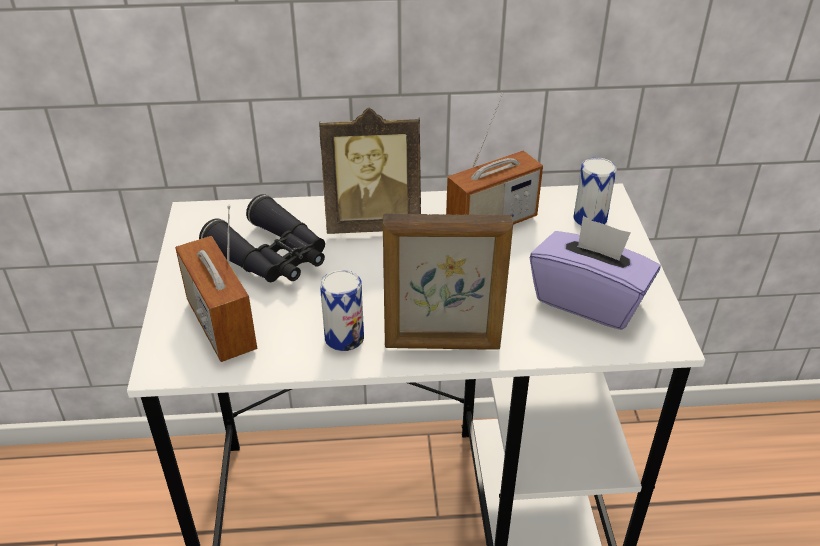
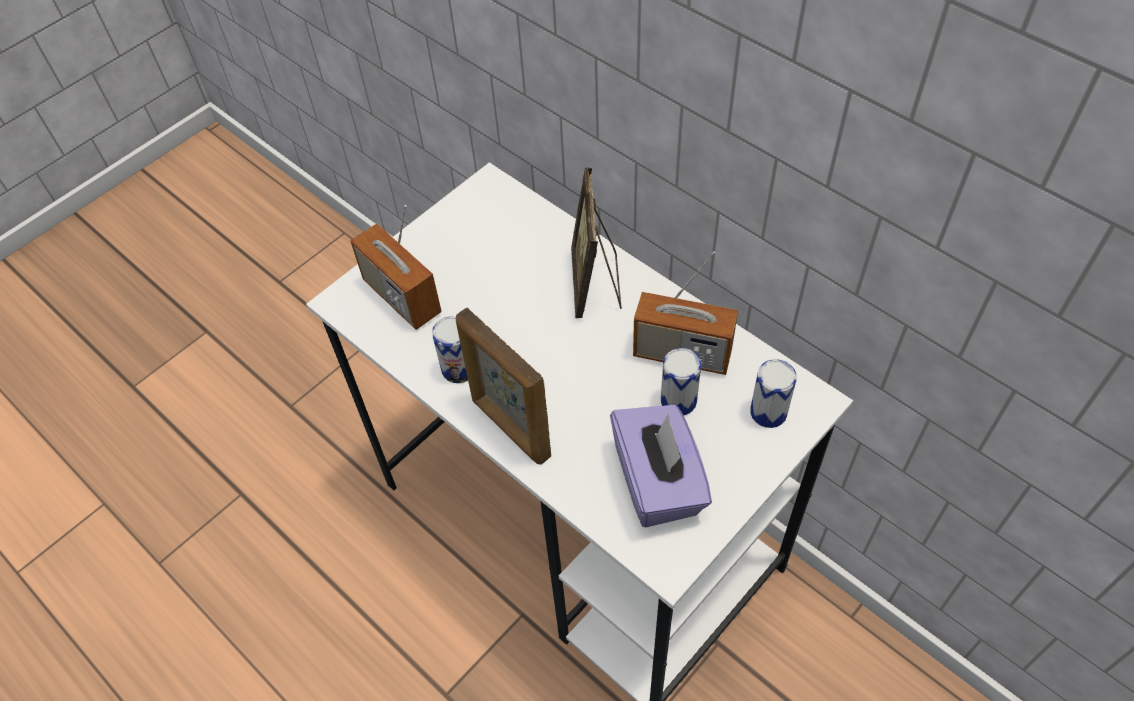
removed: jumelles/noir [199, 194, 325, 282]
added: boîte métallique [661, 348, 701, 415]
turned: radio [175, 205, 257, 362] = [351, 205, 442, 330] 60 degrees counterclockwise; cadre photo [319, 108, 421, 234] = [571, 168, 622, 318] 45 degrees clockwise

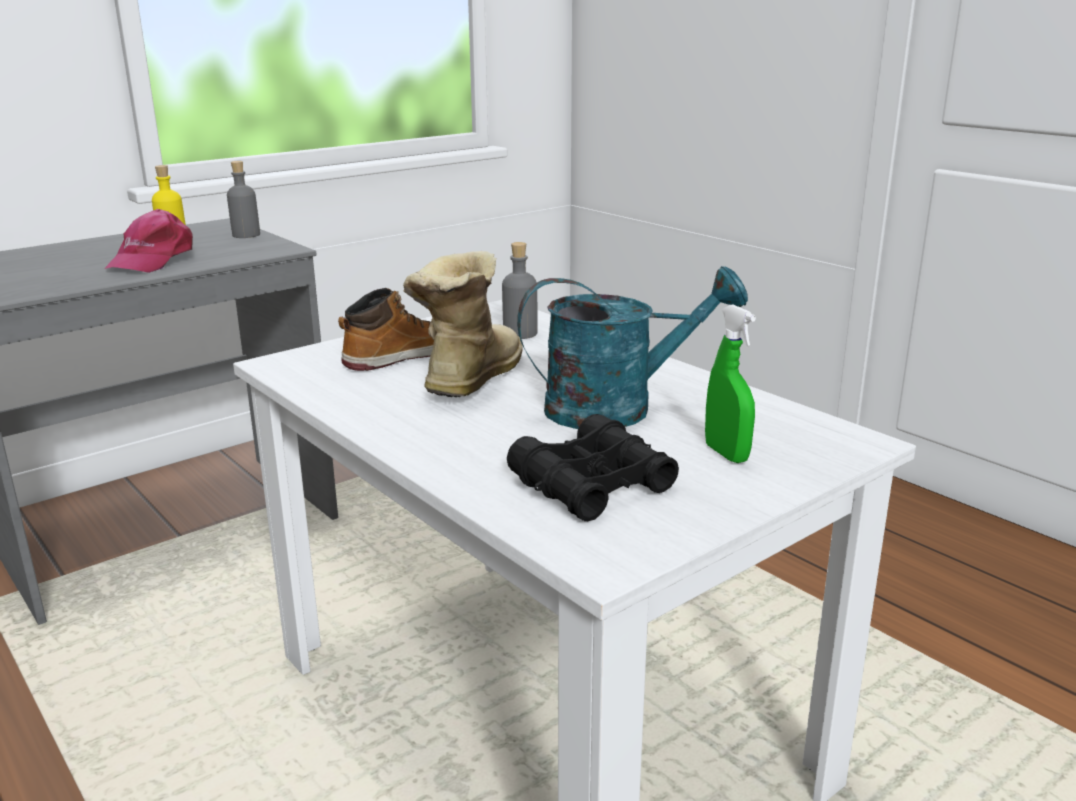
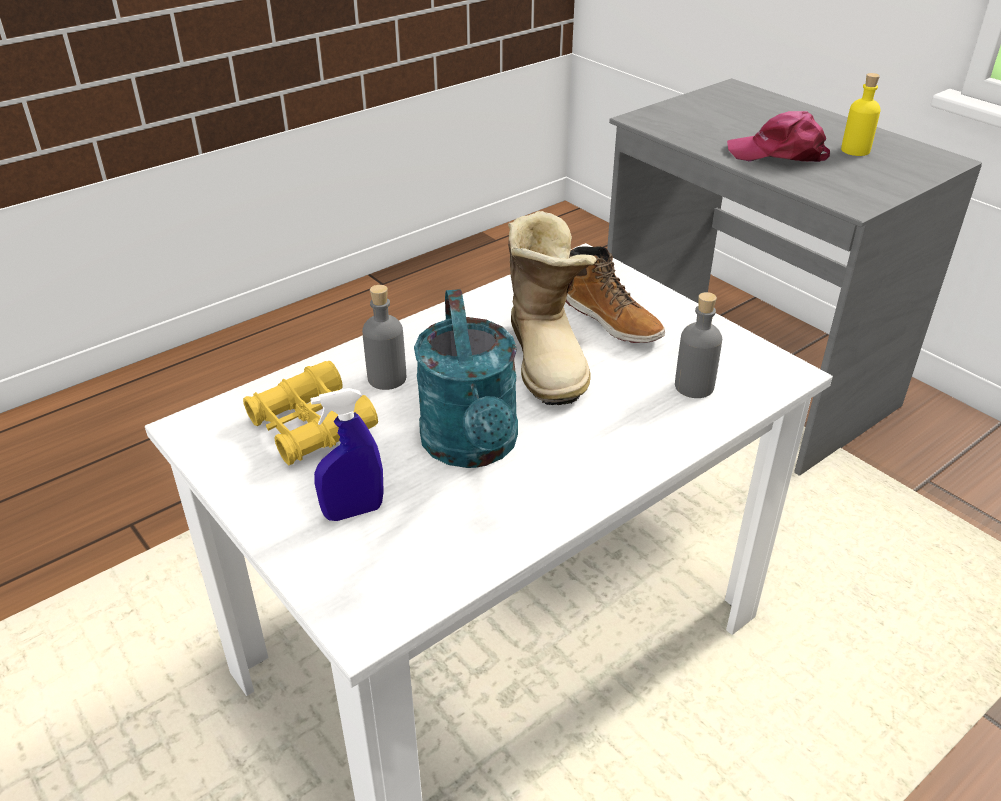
moved: bouteille/gris [227, 161, 260, 238] to [362, 285, 406, 390]
recoloured: jumelles/noir [507, 414, 679, 521] to jumelles/jaune [243, 361, 378, 465]; vaporisateur/vert [705, 304, 756, 463] to vaporisateur/bleu [310, 388, 384, 521]
turned: botte [403, 251, 523, 397] = [508, 211, 597, 405] 60 degrees clockwise

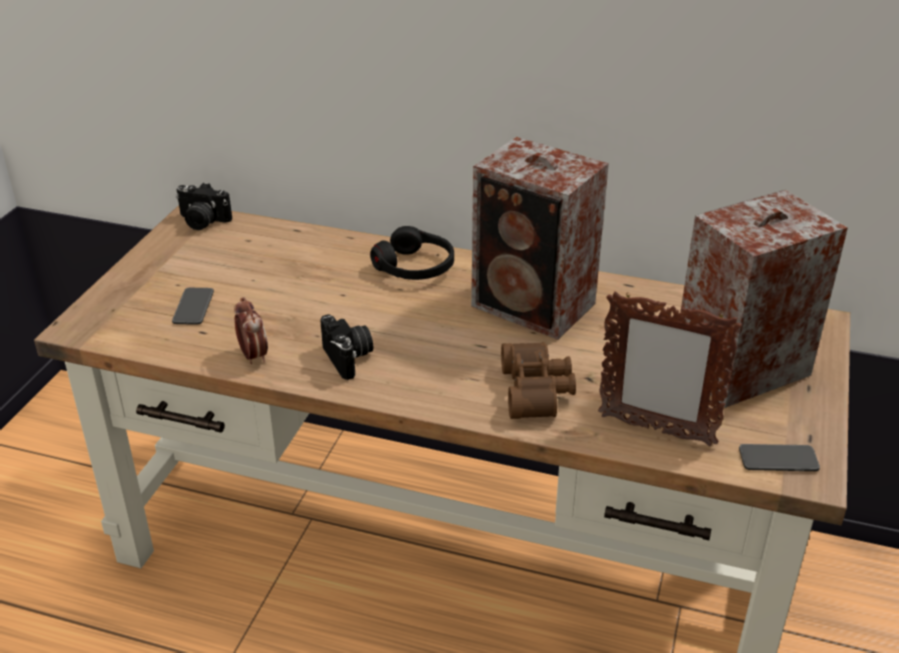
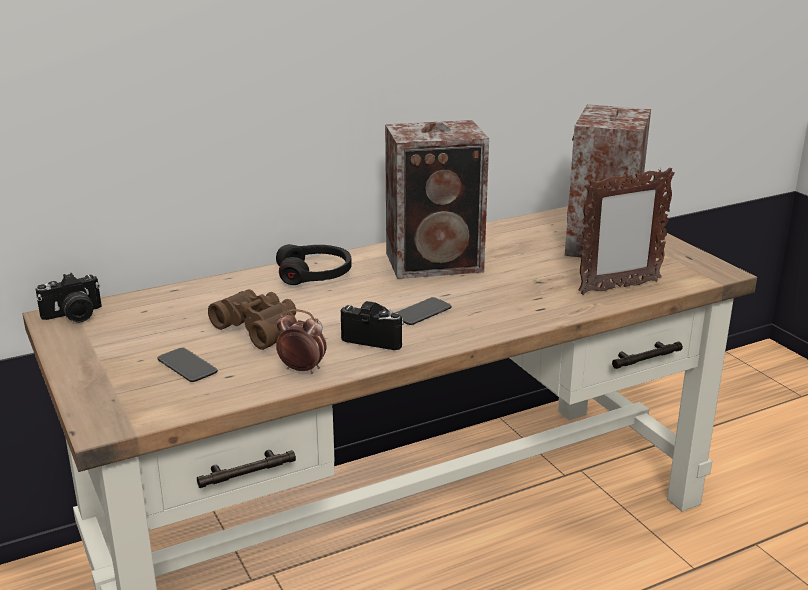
moved: jumelles/marron [501, 342, 576, 419] to [208, 289, 297, 350]; téléphone [739, 444, 820, 471] to [395, 297, 452, 325]

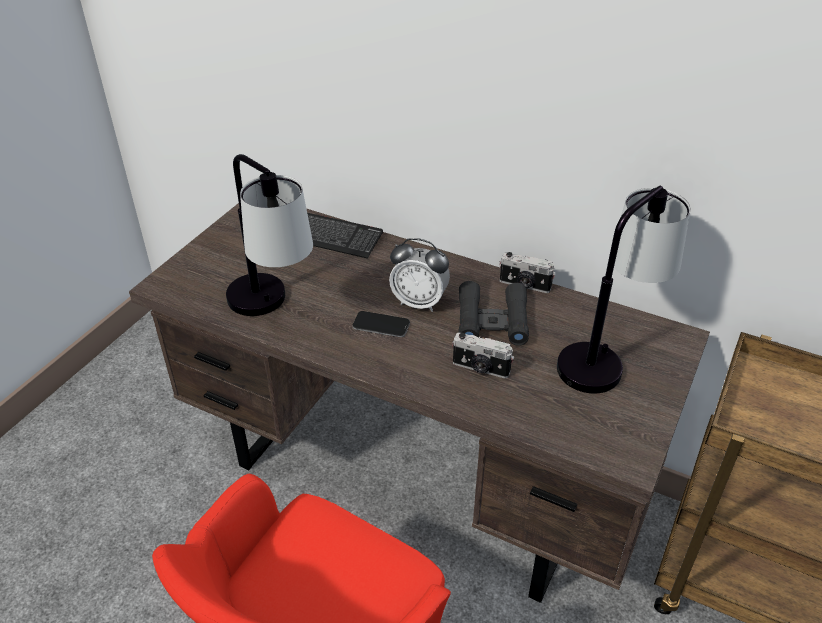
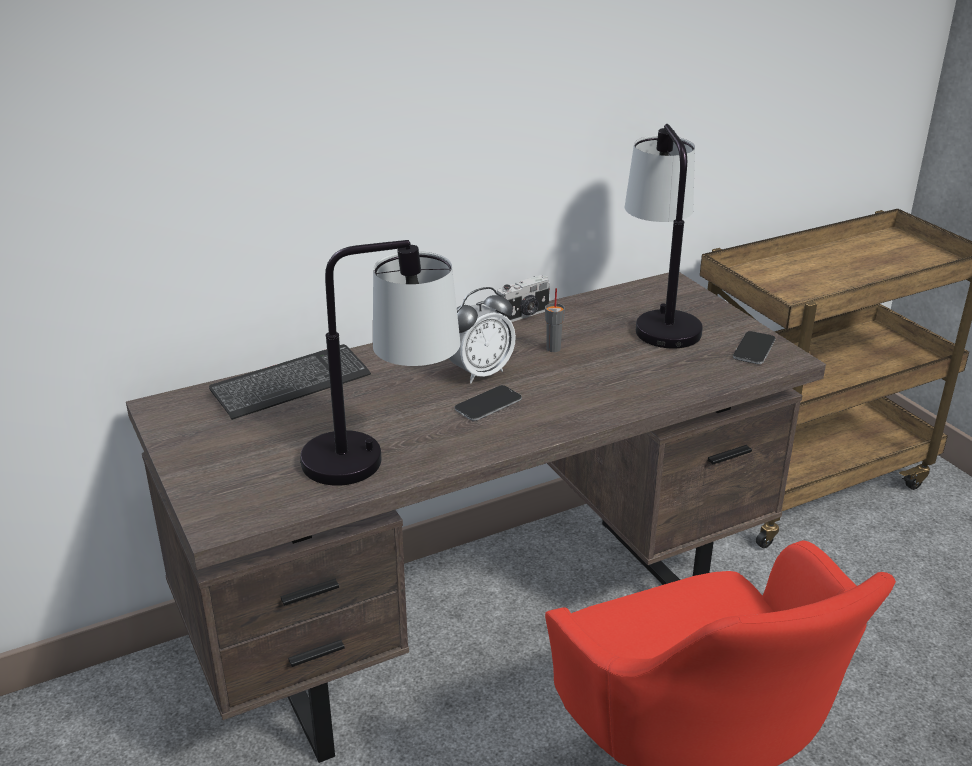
removed: appareil photo [452, 333, 514, 378]
added: téléphone [733, 331, 775, 364]
replaced: jumelles/noir [458, 281, 529, 346] to tasse/gris [545, 288, 565, 352]

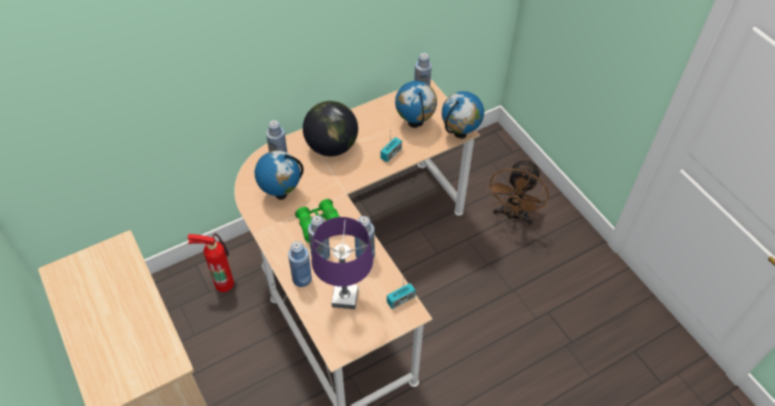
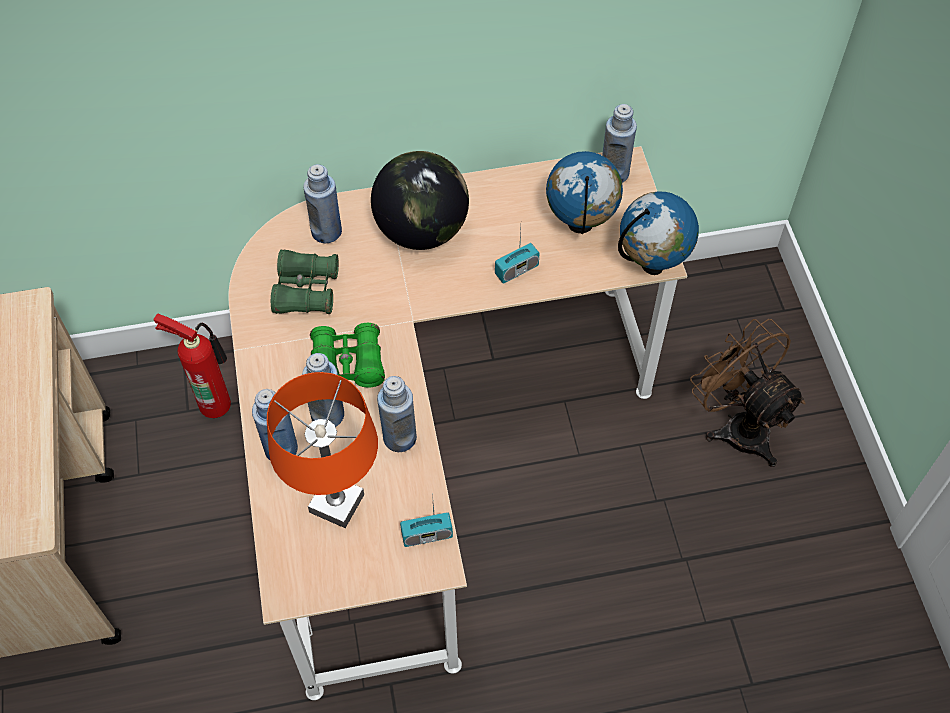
replaced: globe [255, 150, 304, 200] to jumelles/vert [271, 249, 339, 314]
recoloured: lampe de table/violet [311, 217, 373, 309] to lampe de table/orange [267, 372, 378, 528]
turned: ventilateur/marron [486, 159, 549, 225] = [690, 319, 806, 467] 105 degrees clockwise

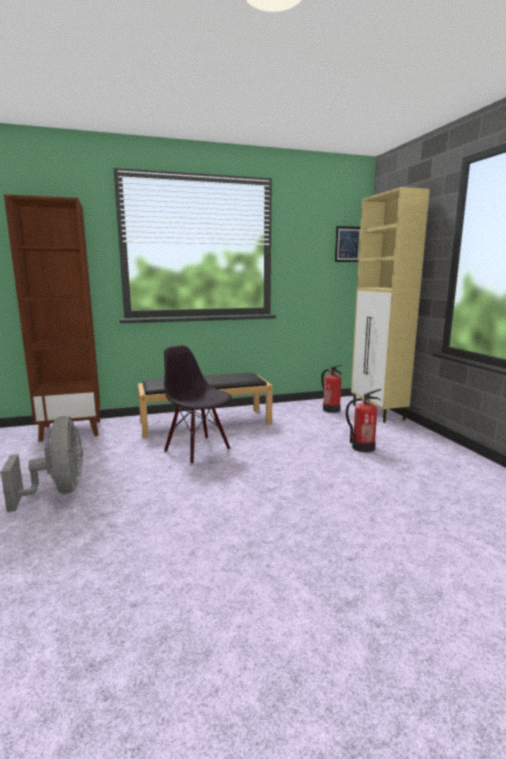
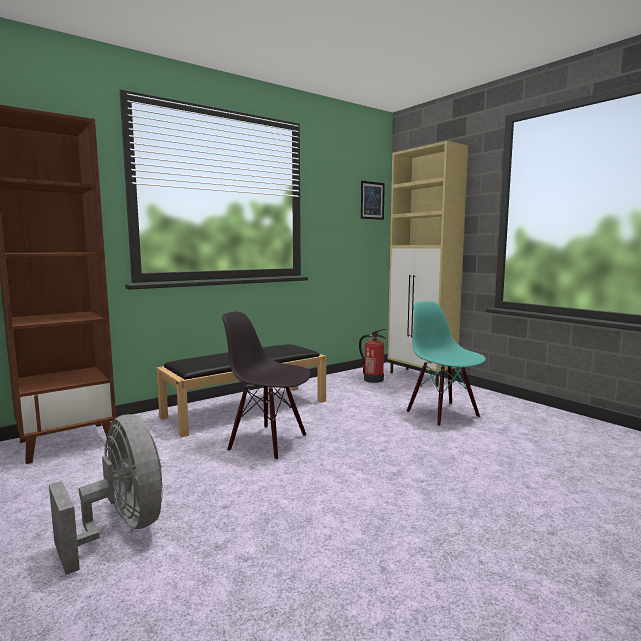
replaced: extincteur [346, 389, 382, 452] to chaise/turquoise [407, 301, 486, 427]

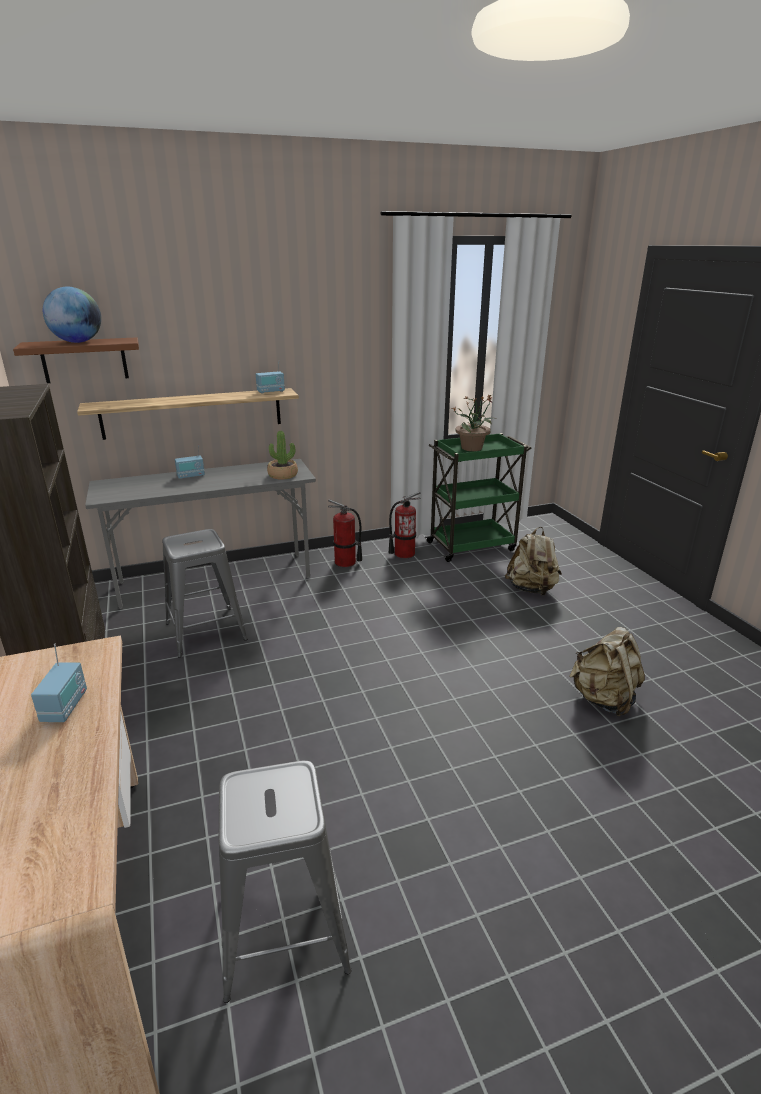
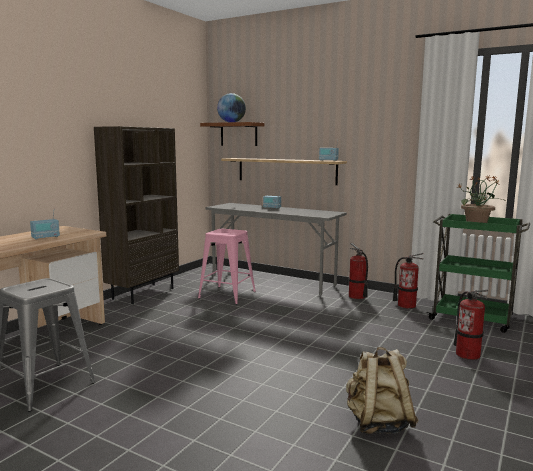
removed: plante en pot [267, 431, 298, 480]
replaced: sac à dos/beige [505, 527, 562, 596] to extincteur [454, 290, 488, 360]
recoloured: tabouret/gris [162, 529, 248, 658] to tabouret/rose [198, 229, 256, 304]

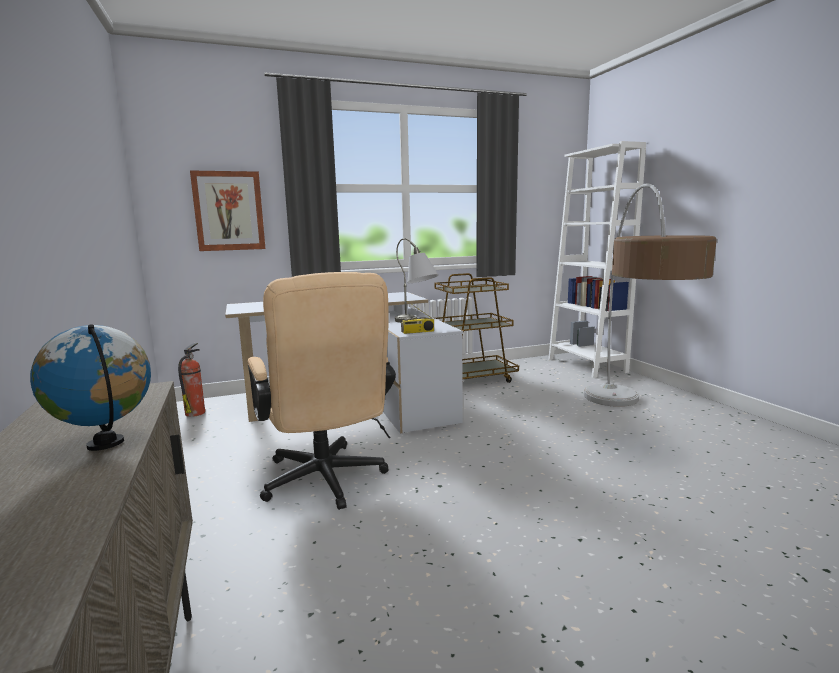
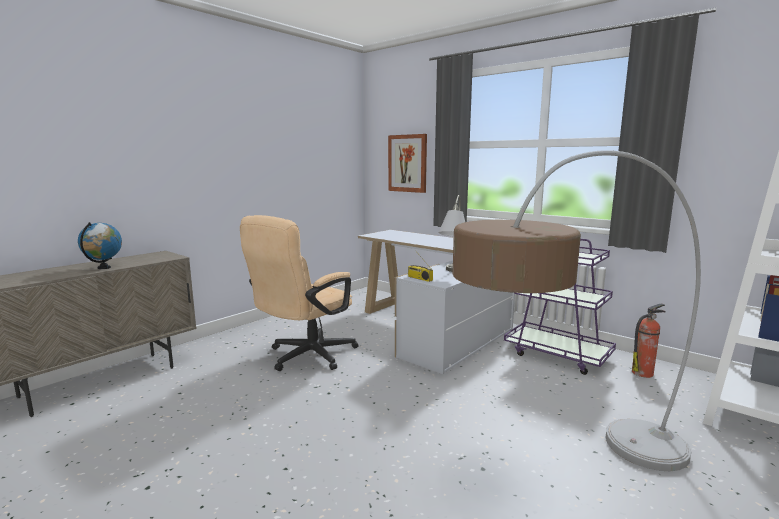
moved: extincteur [178, 343, 205, 417] to [632, 303, 666, 378]
recoloured: chariot/marron [434, 273, 519, 383] to chariot/violet [504, 239, 616, 375]

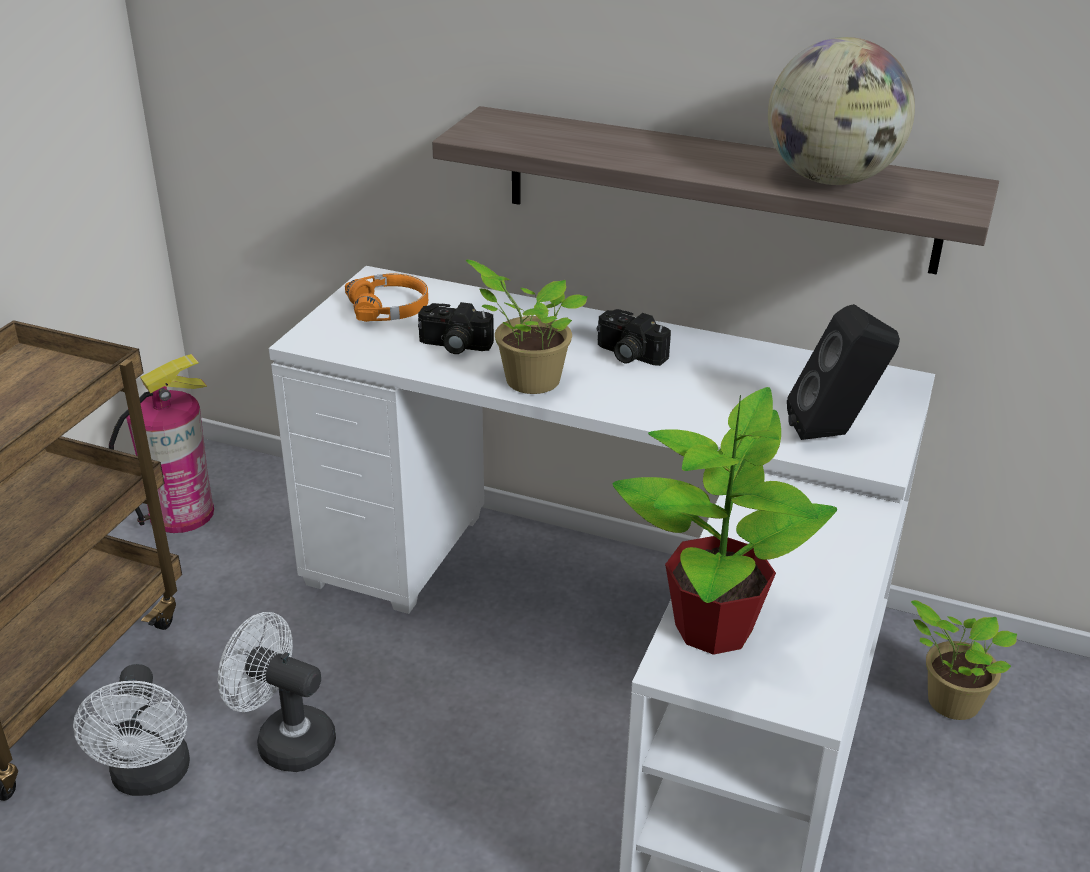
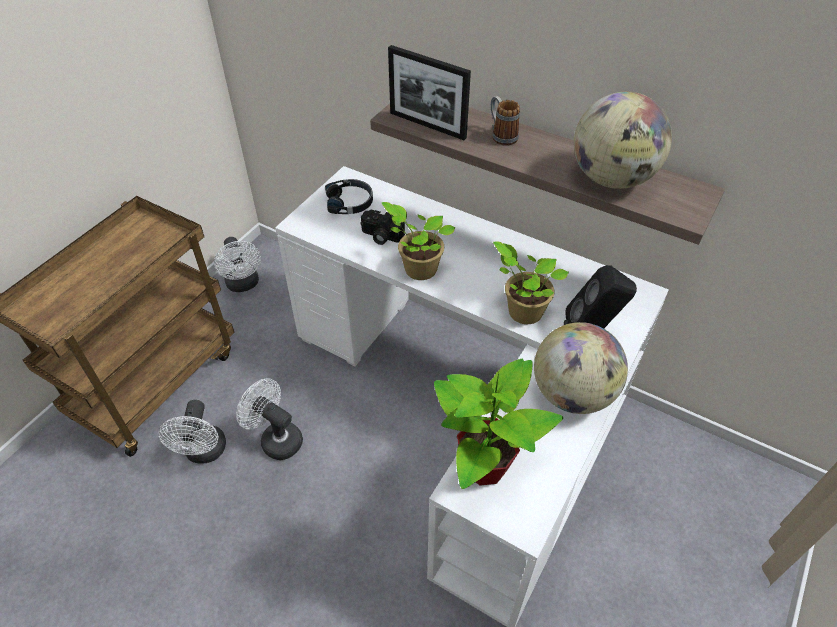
removed: appareil photo [597, 309, 671, 366]
added: cadre photo [388, 45, 471, 140]; mug [491, 96, 520, 146]; globe [534, 322, 628, 414]
moved: plante en pot [911, 600, 1017, 720] to [493, 241, 569, 324]
replaced: extincteur [109, 354, 214, 533] to ventilateur/blanc [214, 237, 261, 292]
recoloured: casque audio/orange [345, 274, 428, 322] to casque audio/noir [325, 179, 373, 214]

